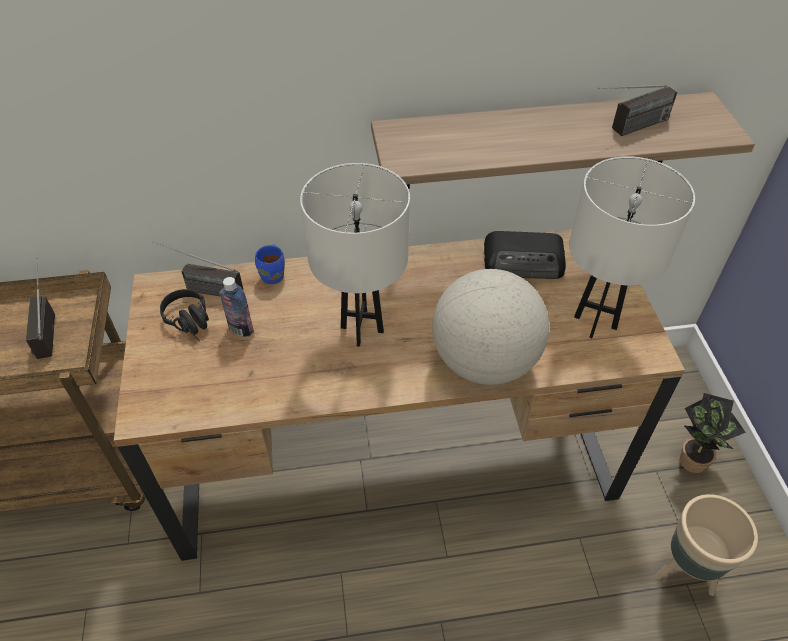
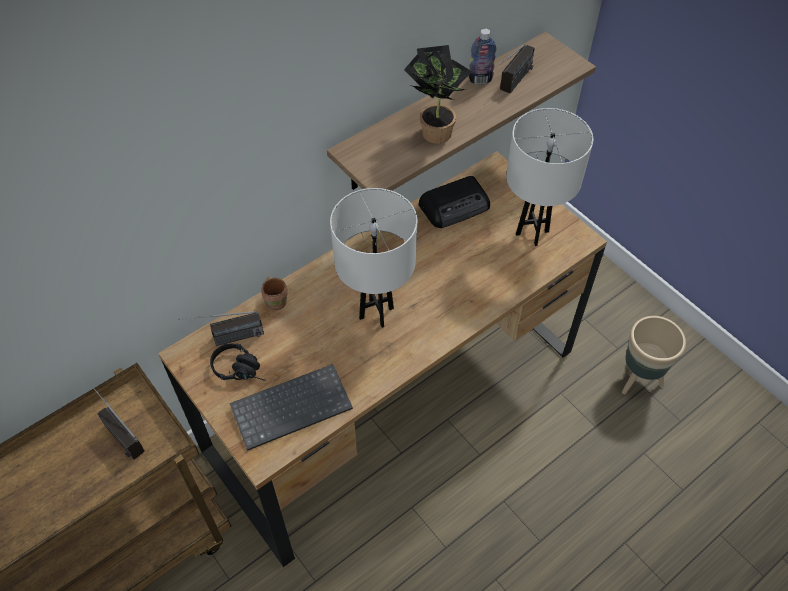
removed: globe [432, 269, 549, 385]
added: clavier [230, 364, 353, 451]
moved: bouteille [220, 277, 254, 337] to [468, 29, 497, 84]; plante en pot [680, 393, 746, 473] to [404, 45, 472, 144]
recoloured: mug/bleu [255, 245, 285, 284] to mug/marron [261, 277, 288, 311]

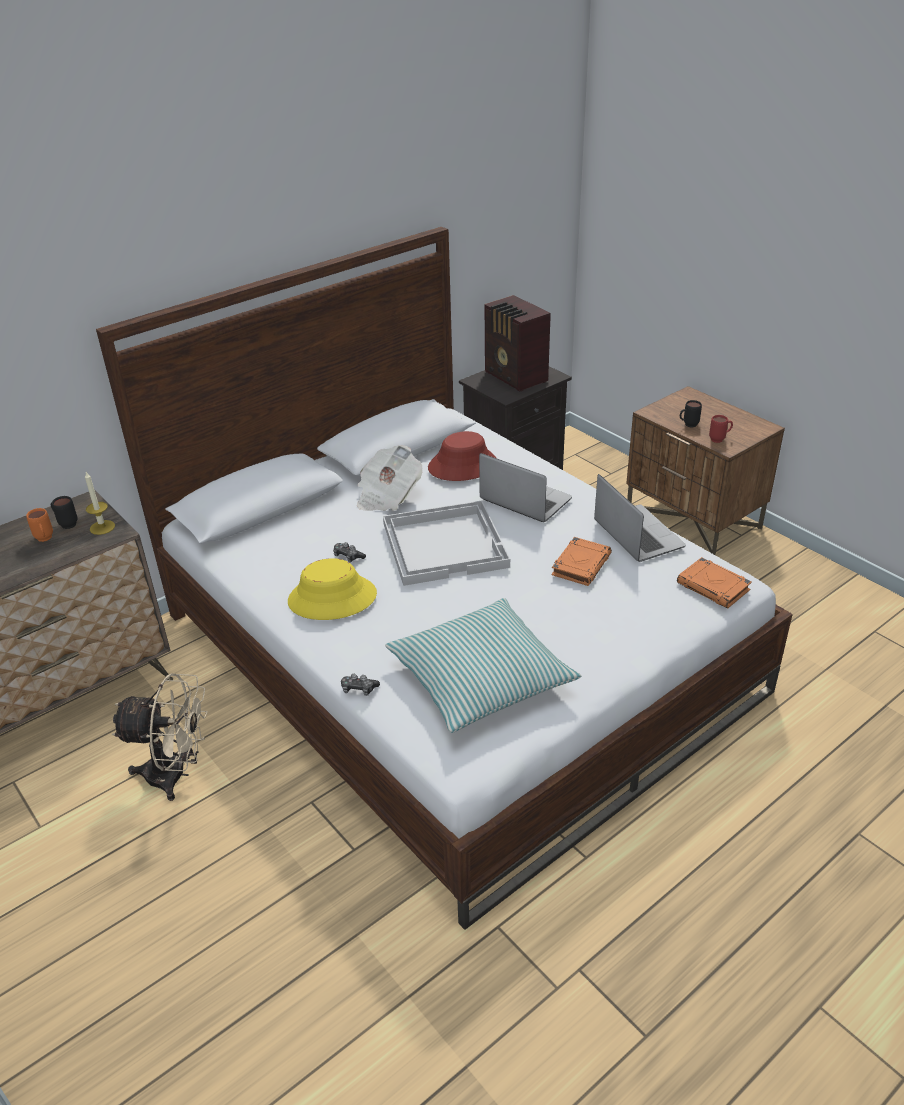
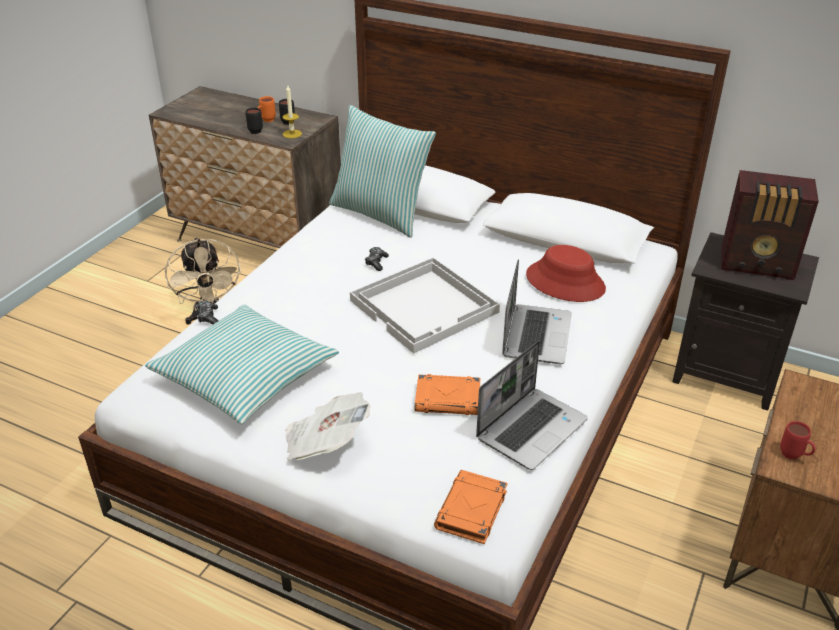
removed: chapeau/jaune [288, 558, 377, 620]
added: coussin [329, 105, 436, 238]
moved: journal [357, 445, 422, 511] to [285, 392, 370, 461]; mug/noir [680, 400, 702, 428] to [245, 108, 263, 134]
turned: radio [484, 295, 551, 391] = [721, 170, 819, 280] 105 degrees counterclockwise

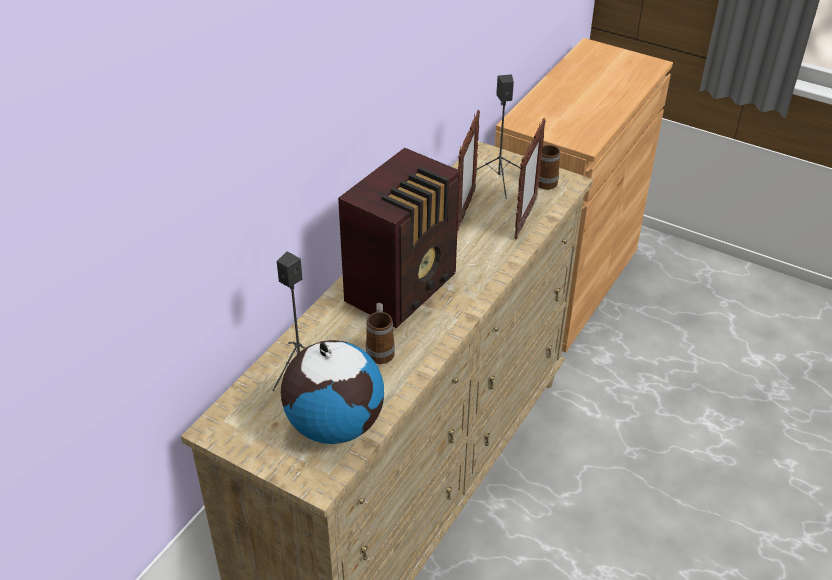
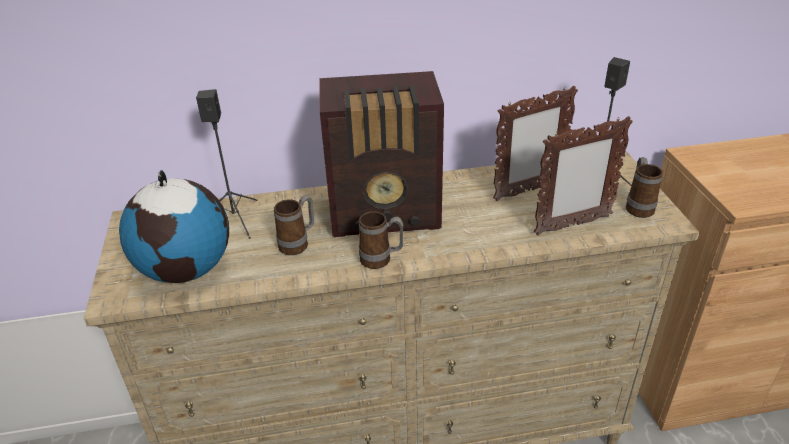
added: mug [359, 211, 404, 269]

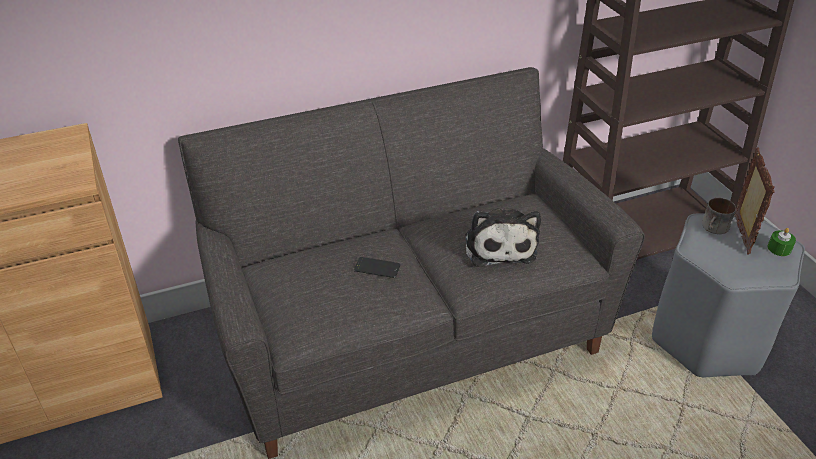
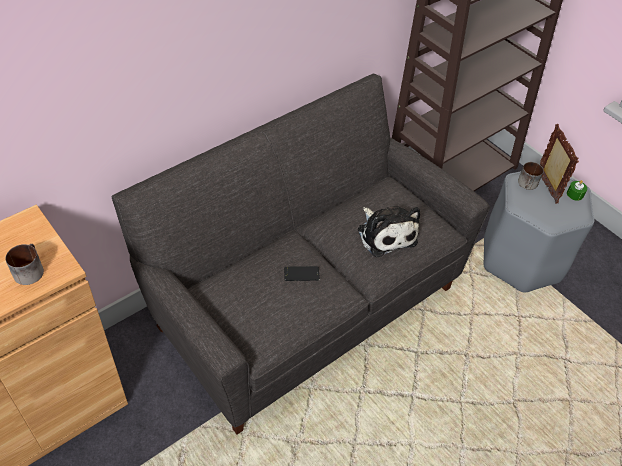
added: mug [5, 244, 44, 285]

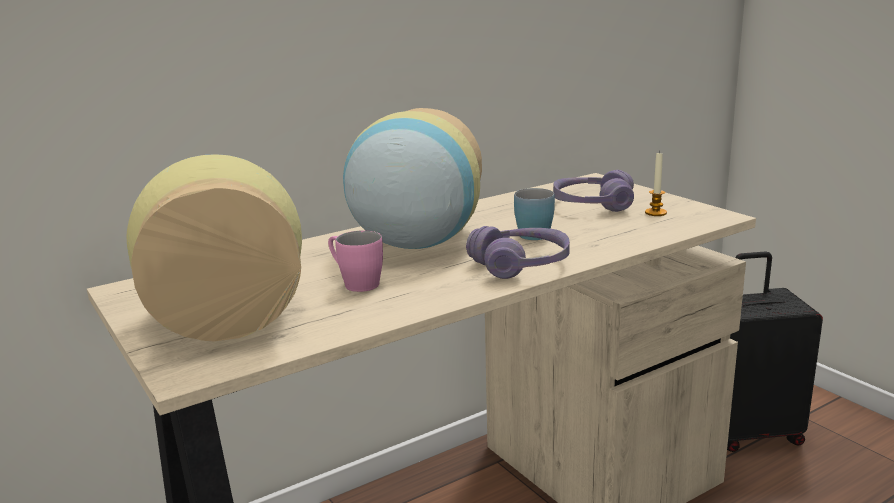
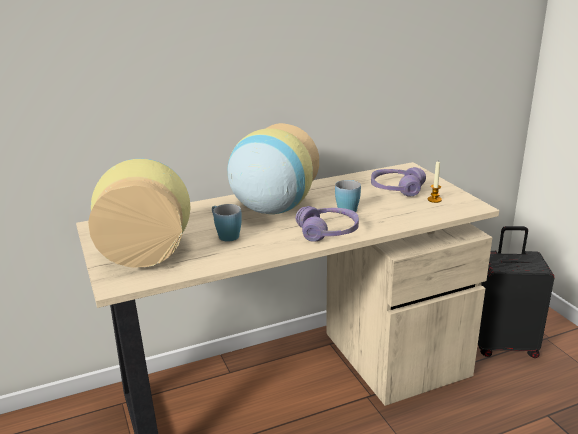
recoloured: mug/rose [328, 231, 383, 292] to mug/bleu [212, 204, 242, 242]

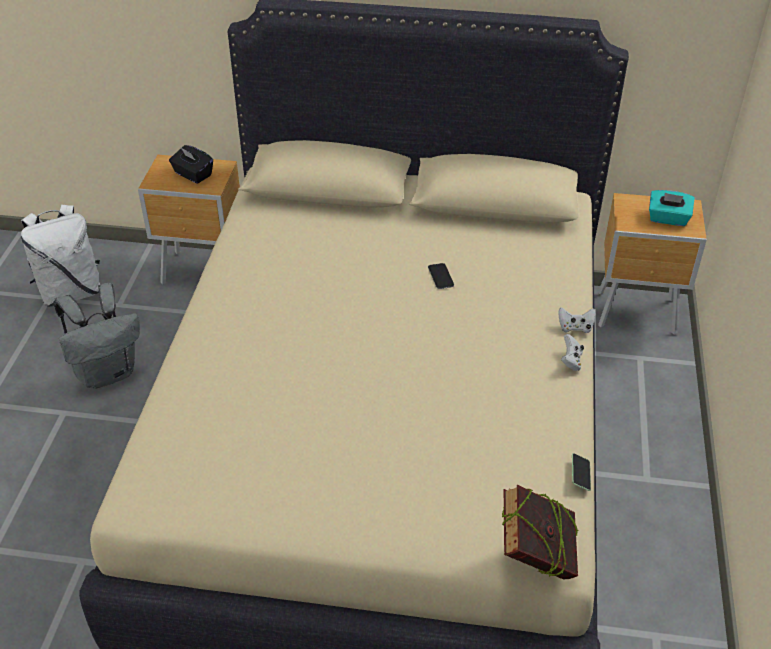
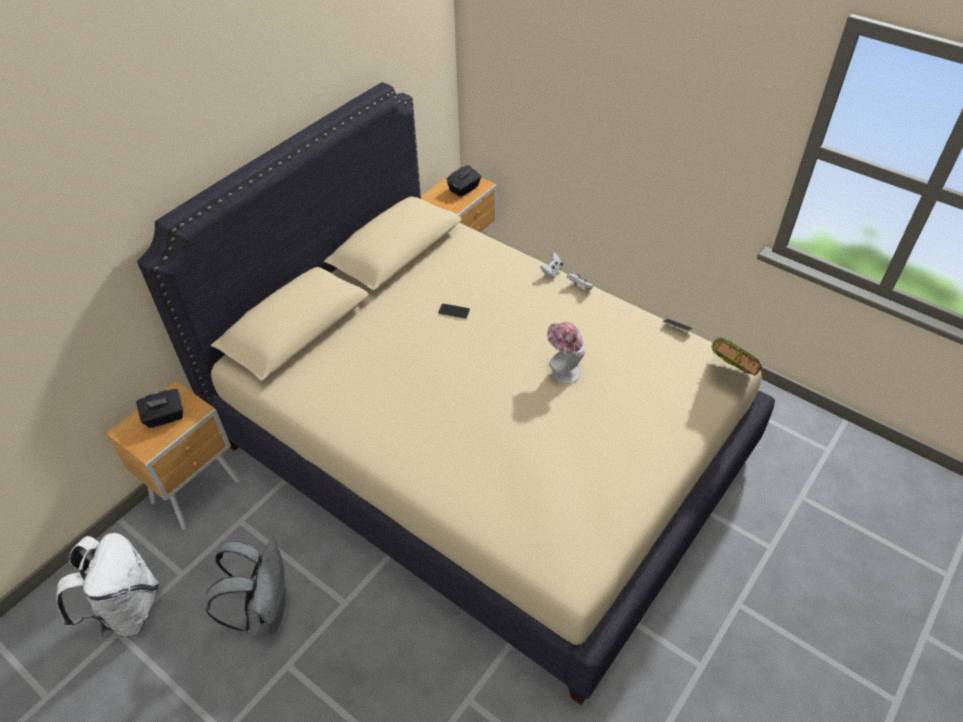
added: chapeau [547, 322, 585, 384]
recoloured: boîte à mouchoirs/turquoise [649, 190, 695, 226] to boîte à mouchoirs/noir [446, 165, 481, 197]

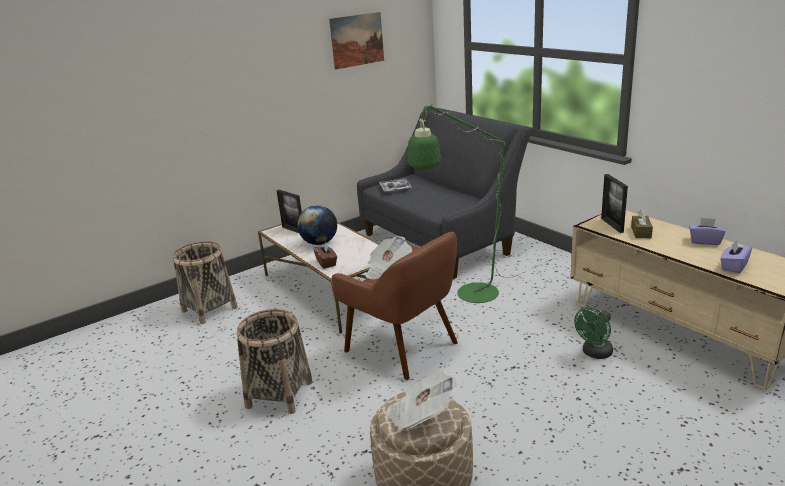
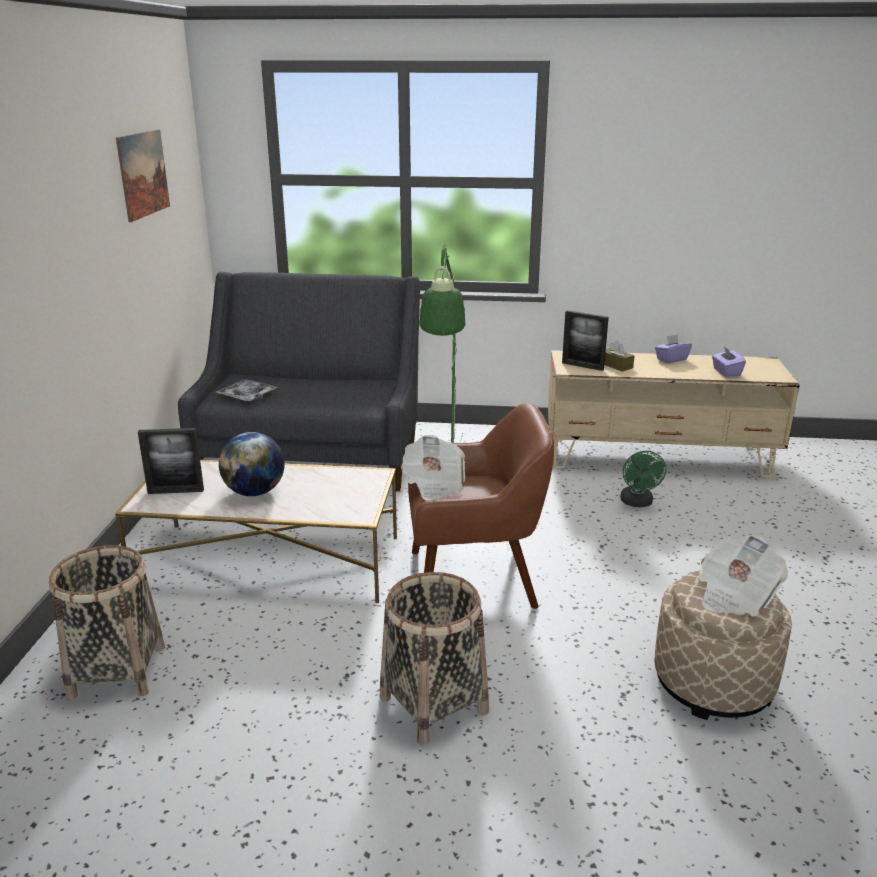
removed: boîte à mouchoirs/marron [313, 242, 337, 269]

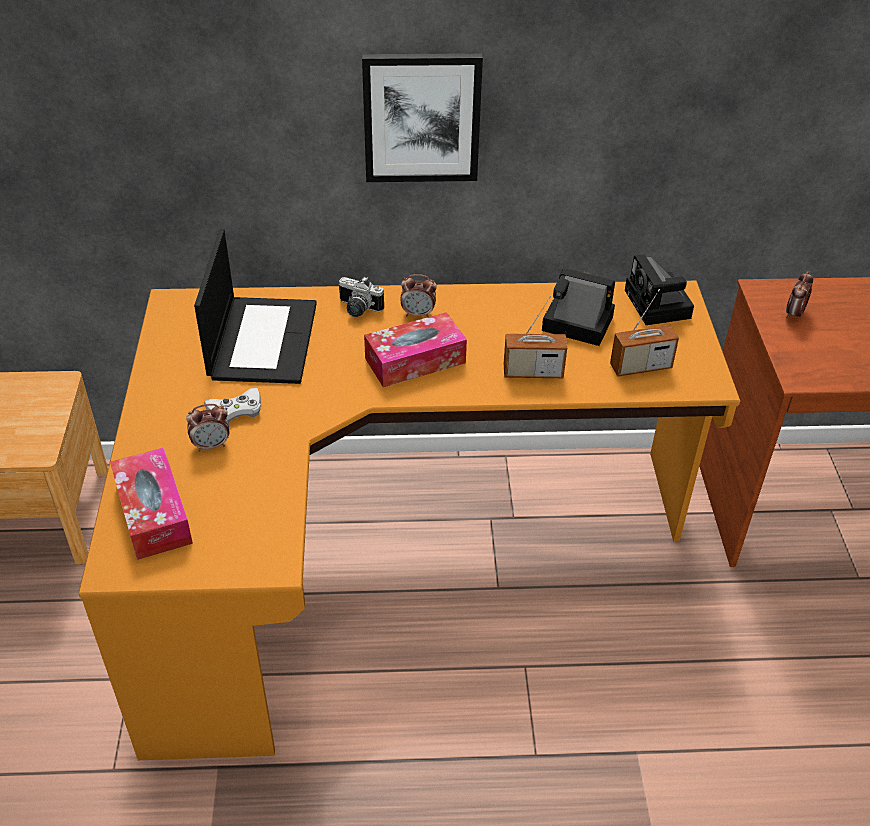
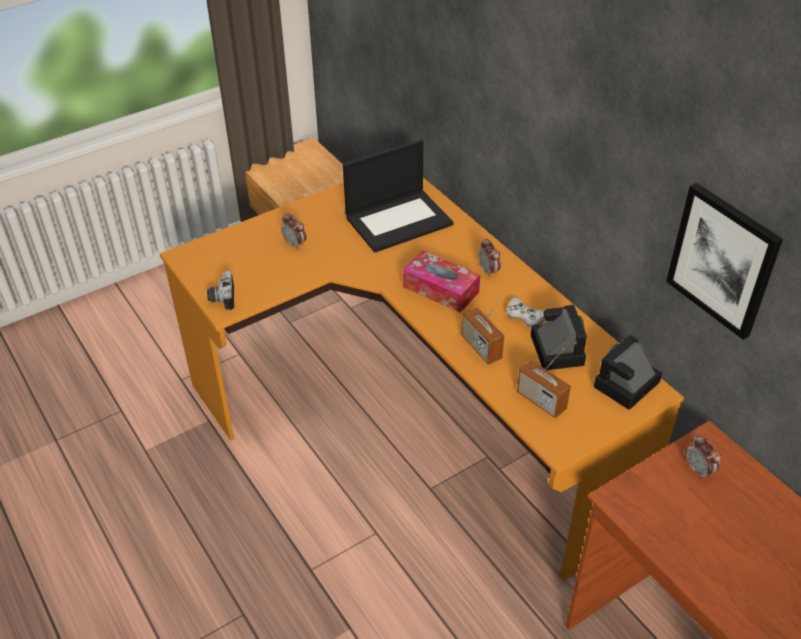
removed: boîte à mouchoirs [110, 448, 193, 560]
moved: manette/blanc [204, 388, 261, 423] to [506, 297, 545, 327]; appareil photo [339, 276, 384, 317] to [207, 271, 234, 311]; tableau [362, 53, 483, 182] to [666, 183, 783, 340]
turned: réveil [786, 271, 813, 320] = [685, 434, 721, 480] 120 degrees counterclockwise

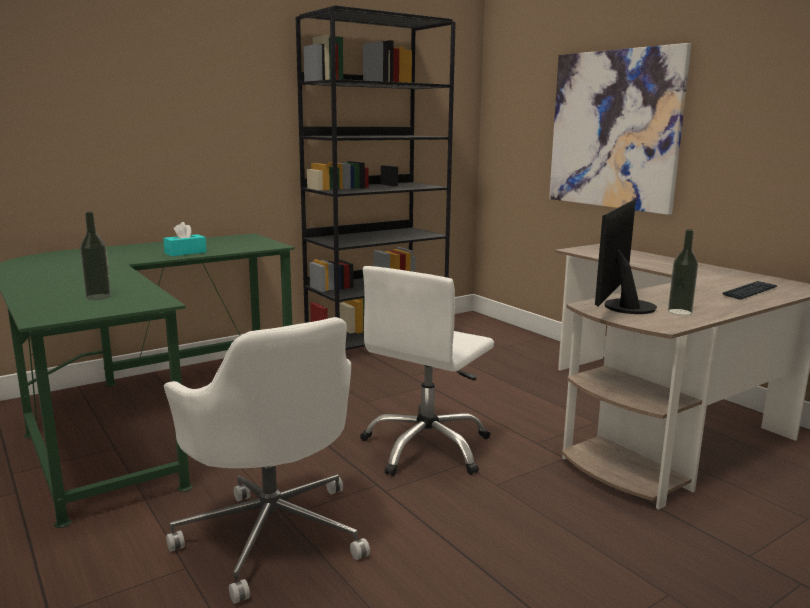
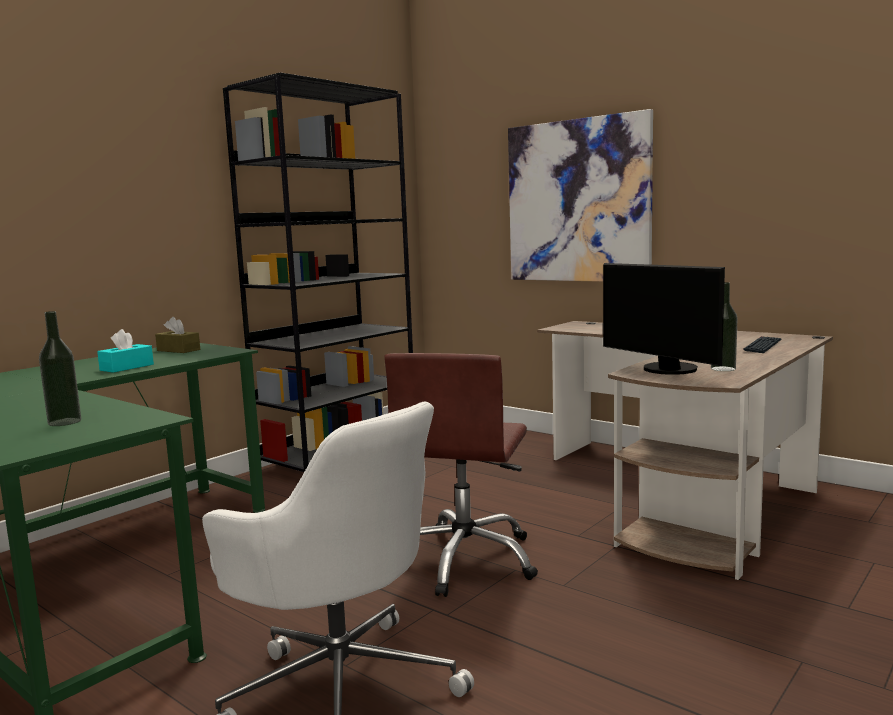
added: boîte à mouchoirs/marron [155, 317, 200, 353]
recoloured: chaise de bureau/blanc [360, 266, 494, 476] to chaise de bureau/marron [384, 353, 538, 597]
turned: écran d'ordinateur [595, 200, 657, 314] = [603, 263, 725, 375] 45 degrees counterclockwise

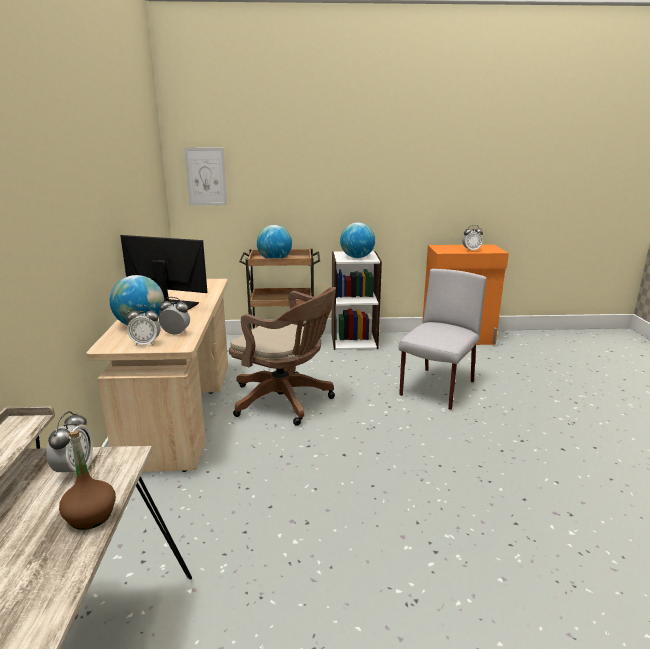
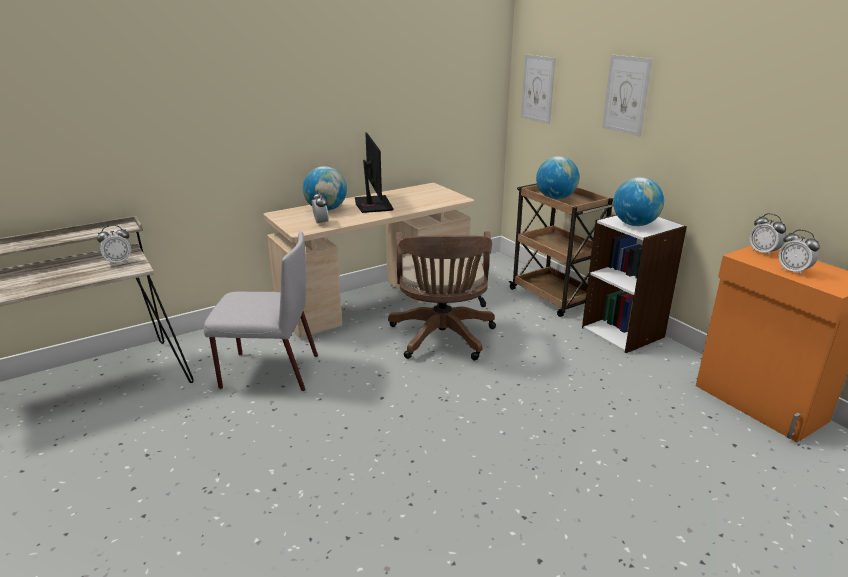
removed: bouteille/marron [59, 431, 116, 530]
added: tableau [602, 55, 653, 136]
moved: réveil [126, 305, 161, 346] to [750, 213, 786, 257]; chaise/gris [399, 269, 486, 410] to [204, 232, 318, 391]

